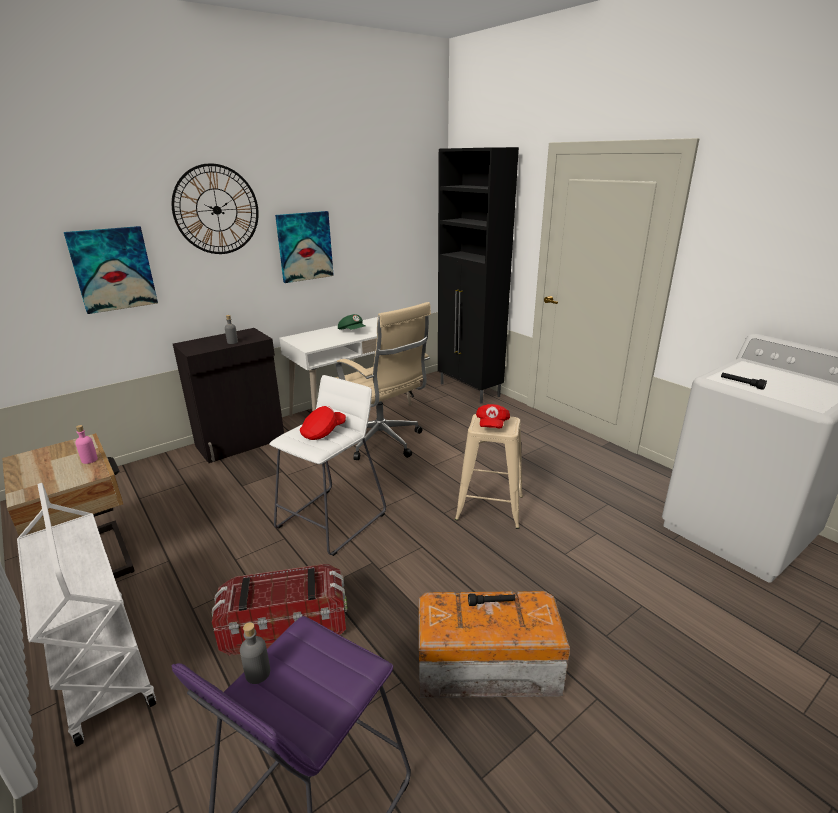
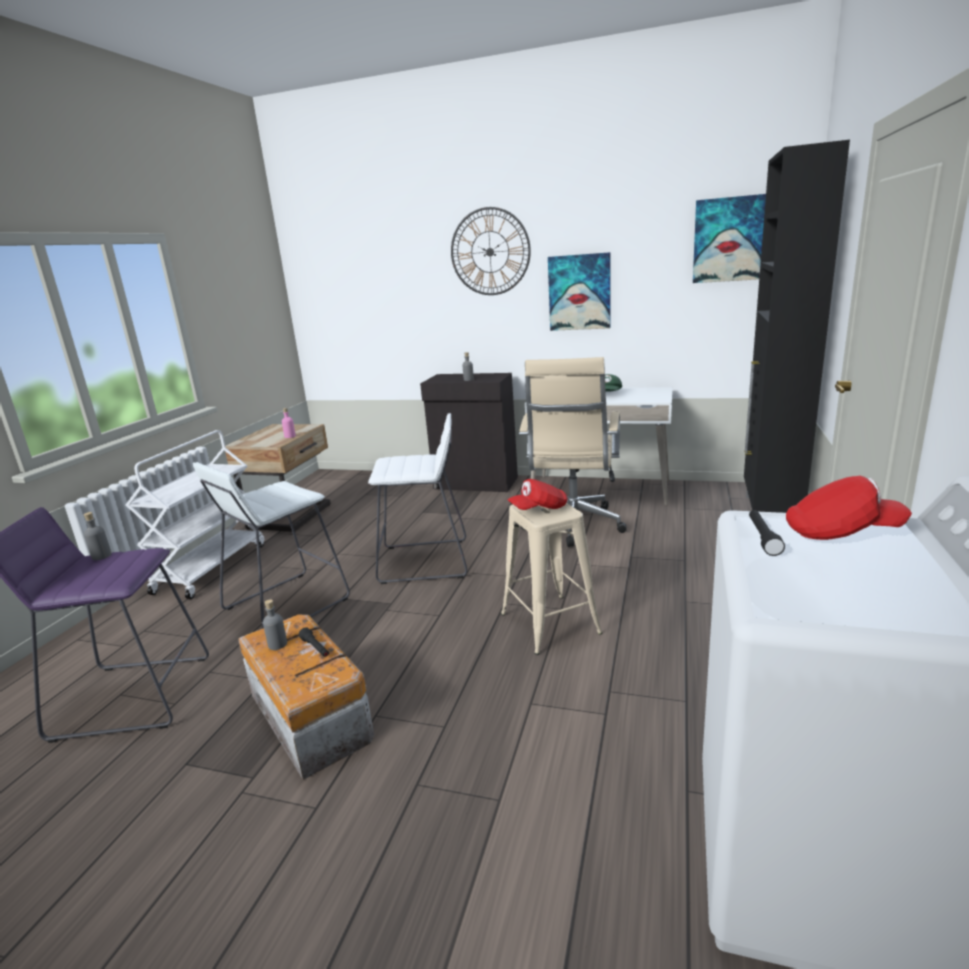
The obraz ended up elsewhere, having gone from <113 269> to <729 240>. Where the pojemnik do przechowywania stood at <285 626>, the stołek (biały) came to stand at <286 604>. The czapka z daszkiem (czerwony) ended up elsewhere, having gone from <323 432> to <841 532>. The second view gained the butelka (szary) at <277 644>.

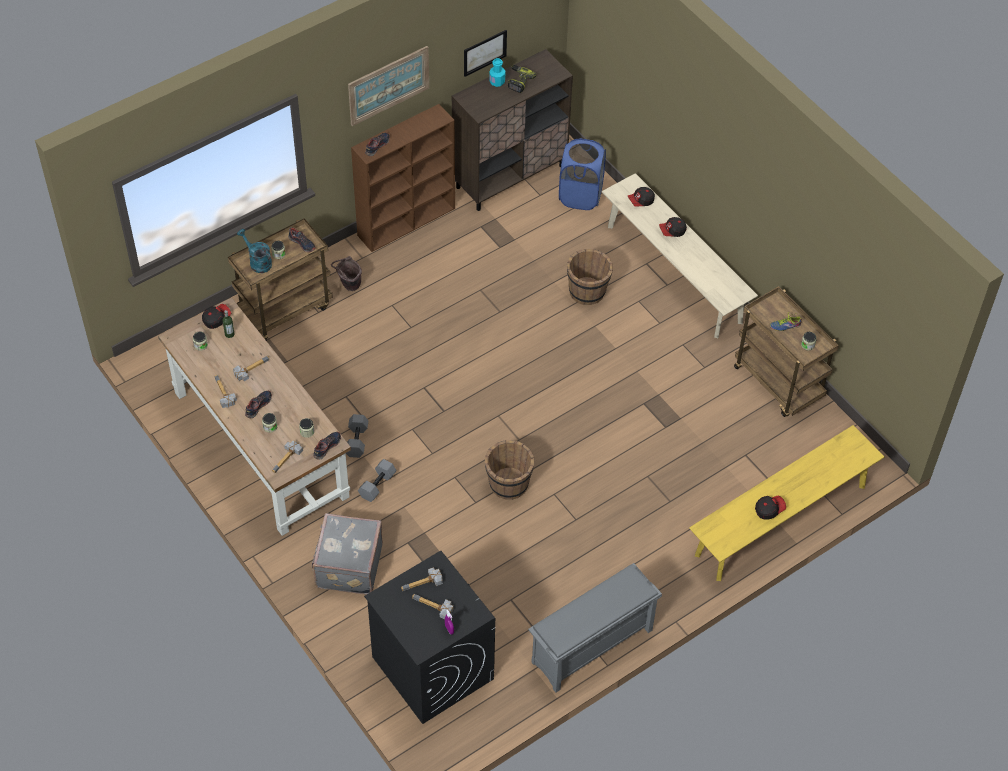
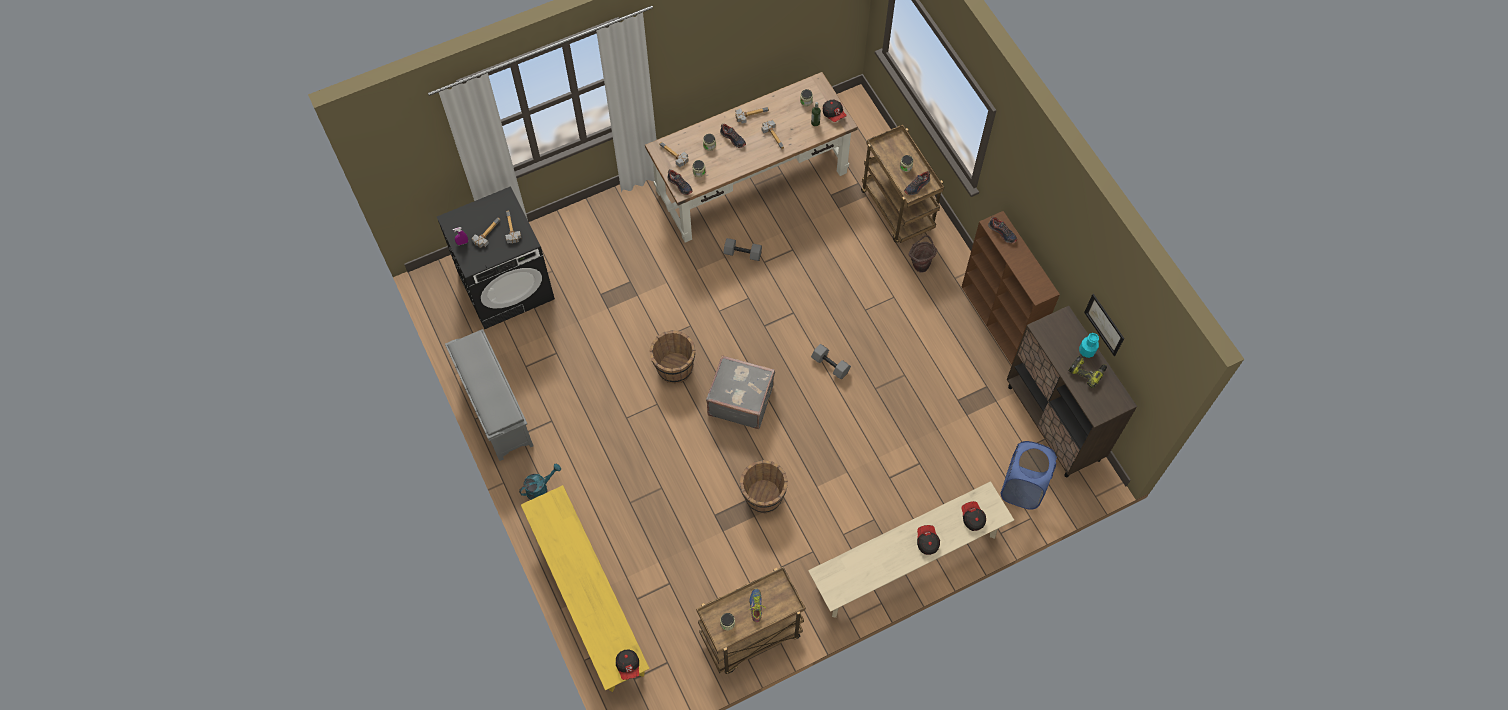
The konewka (turkusowy) ended up elsewhere, having gone from <257 262> to <540 488>. The walizka (szary) ended up elsewhere, having gone from <347 566> to <740 399>. The second view lost the obraz at <388 85>. The hantel (szary) ended up elsewhere, having gone from <377 484> to <831 365>. The wiadro (brązowy) ended up elsewhere, having gone from <587 291> to <763 497>. The czapka z daszkiem ended up elsewhere, having gone from <769 509> to <628 666>.

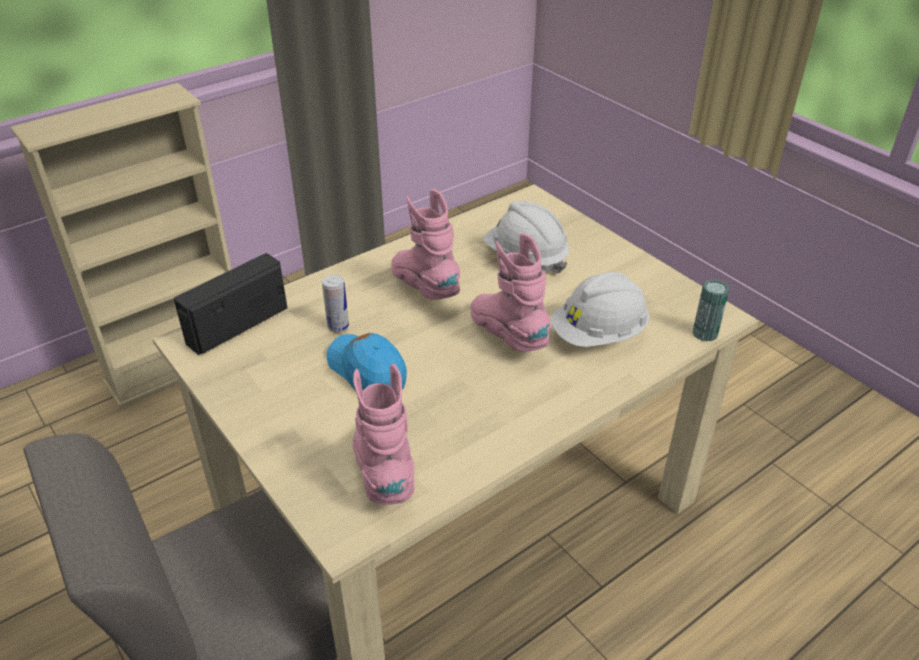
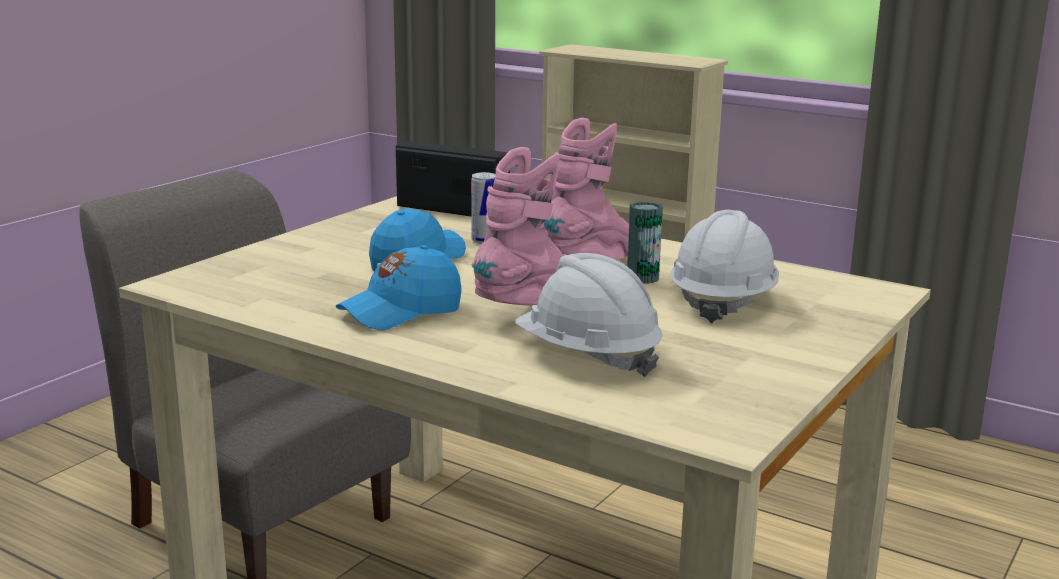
The second view lost the but z cholewką (różowy) at <385 472>. The puszka ended up elsewhere, having gone from <705 333> to <642 278>. The second view gained the czapka z daszkiem (niebieski) at <401 312>.

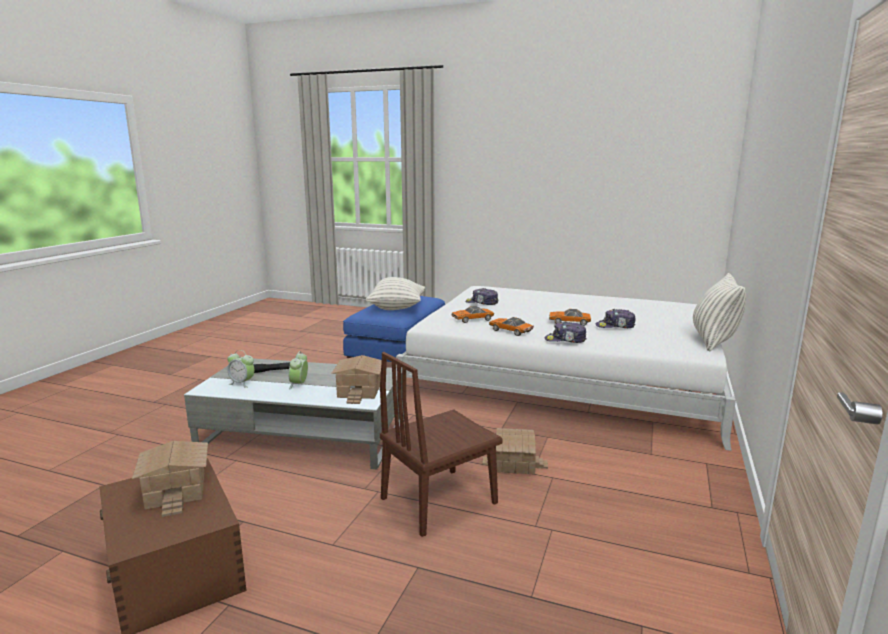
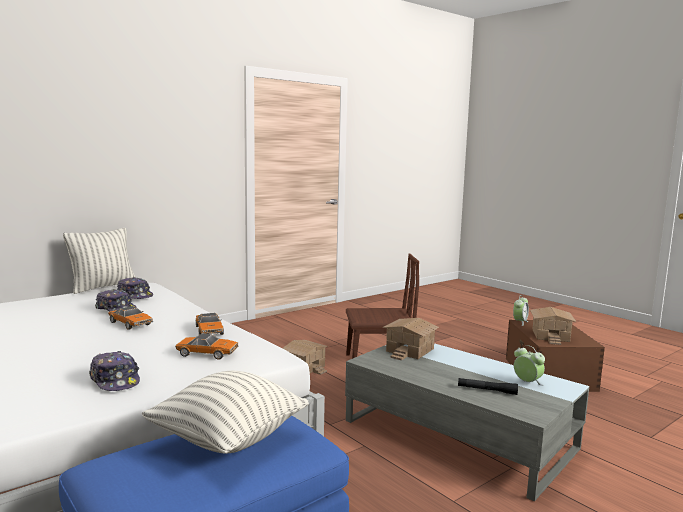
The budzik ended up elsewhere, having gone from <299 385> to <520 322>. The czapka z daszkiem ended up elsewhere, having gone from <565 340> to <135 295>.

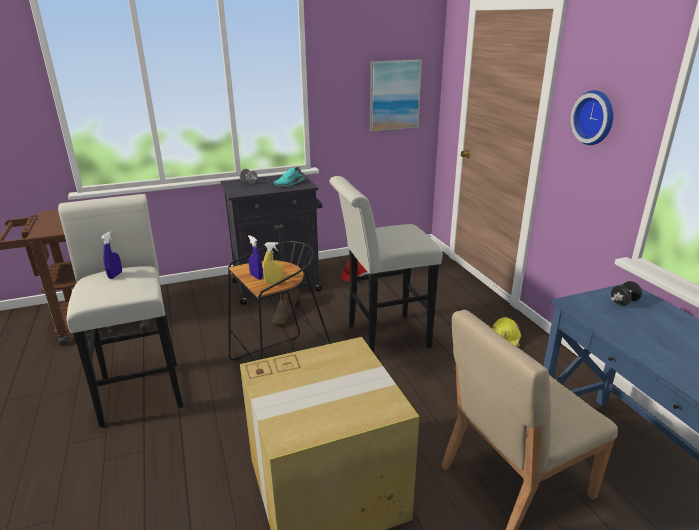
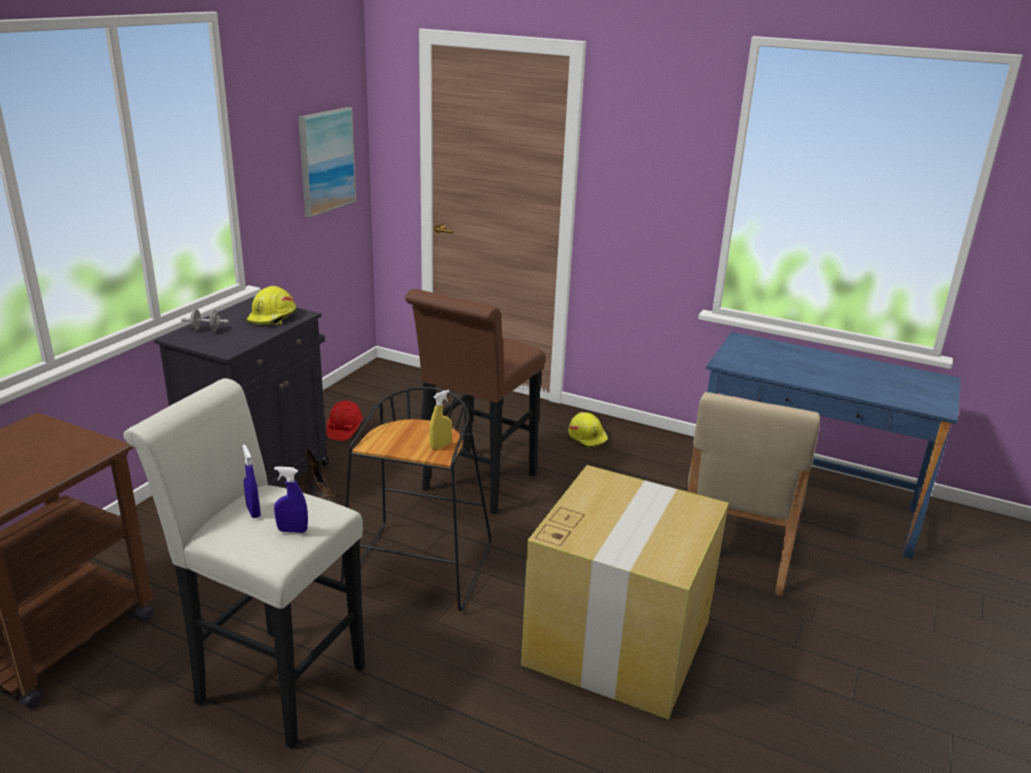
The spryskiwacz (niebieski) ended up elsewhere, having gone from <256 277> to <292 530>. Where the but (turkusowy) stood at <290 184>, the kask (żółty) came to stand at <273 318>. What was the stołek (biały) at <382 337> turned into the stołek (brązowy) at <475 486>. The second view lost the zegar ścienny at <595 117>. The second view lost the hantel (czarny) at <624 302>.

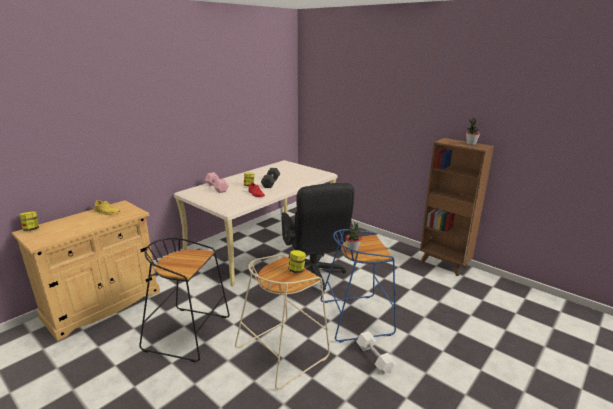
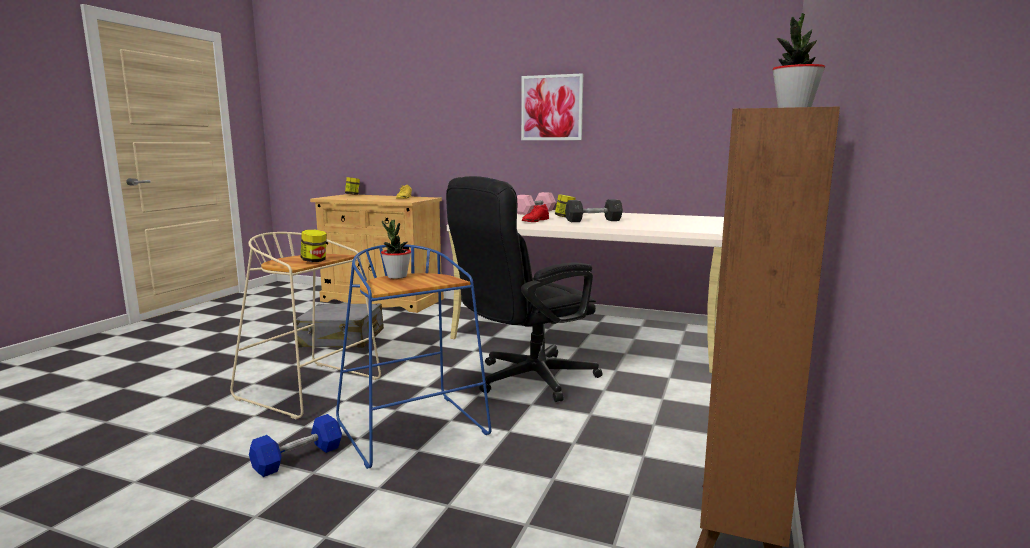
Where the stołek (czarny) stood at <189 333>, the walizka (szary) came to stand at <341 339>. What was the hantel (biały) at <374 358> turned into the hantel (niebieski) at <298 458>. The second view gained the obraz at <552 108>.

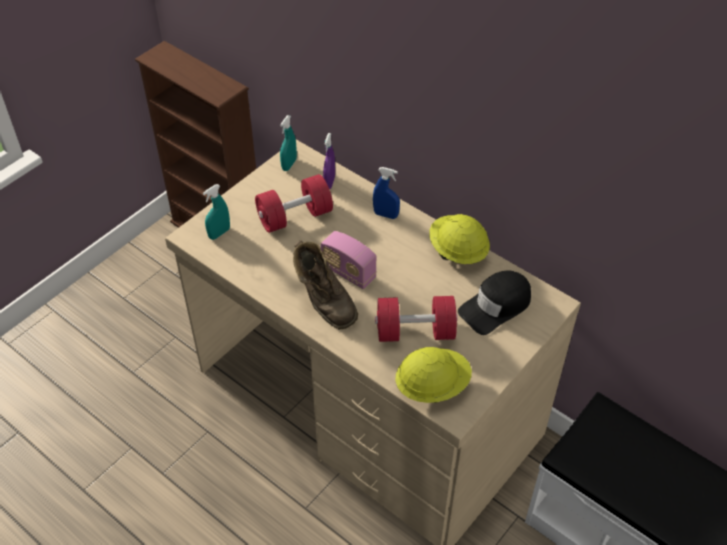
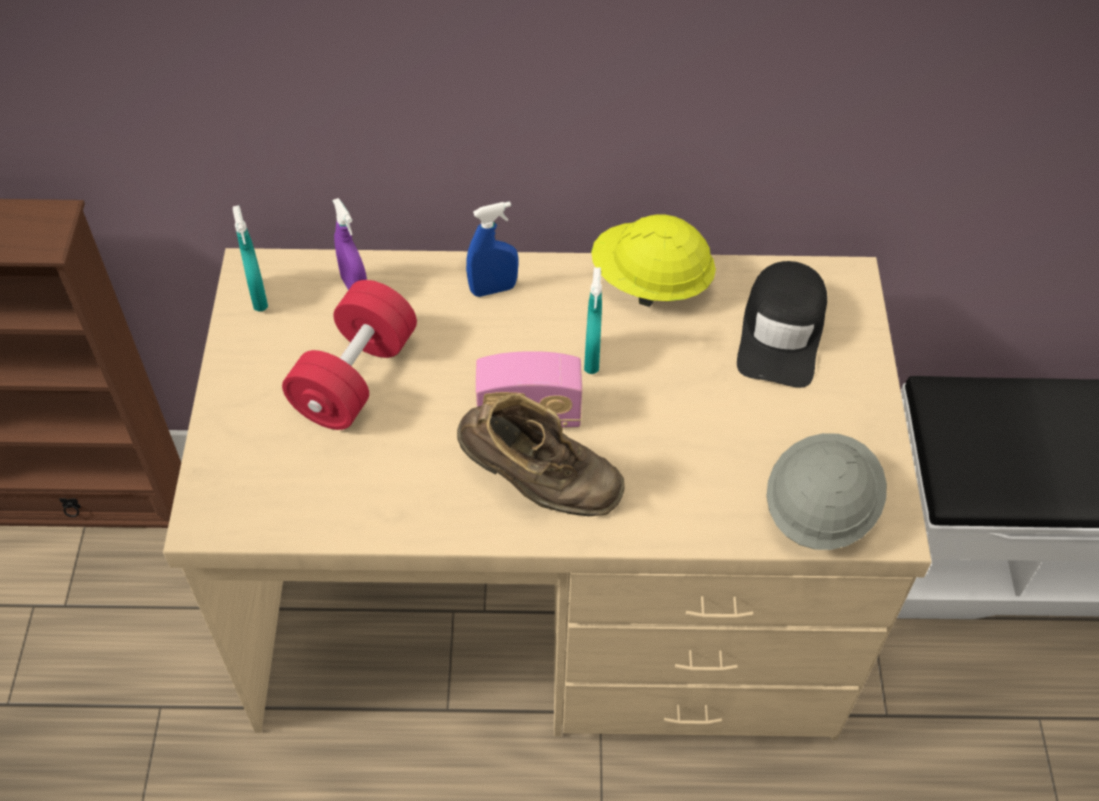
The spryskiwacz (turkusowy) ended up elsewhere, having gone from <219 233> to <592 357>. The second view lost the hantel (czerwony) at <415 332>. What was the kask (żółty) at <432 386> turned into the kask (szary) at <819 509>.

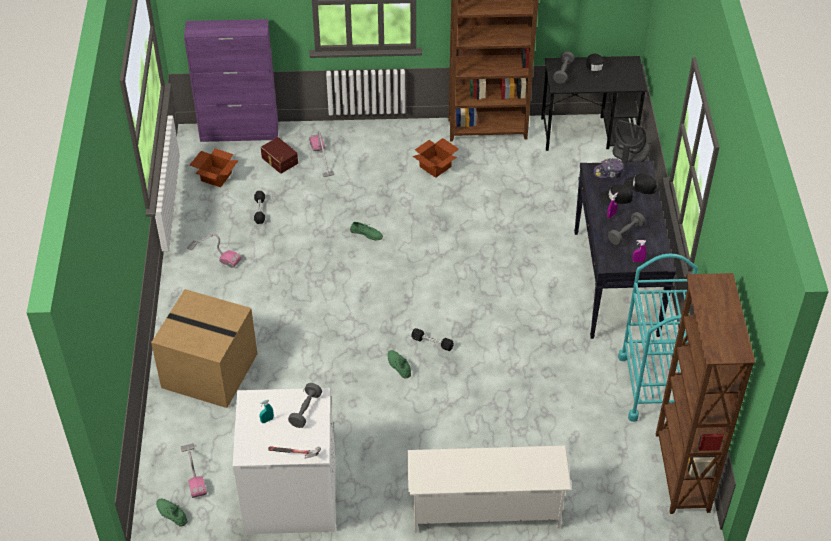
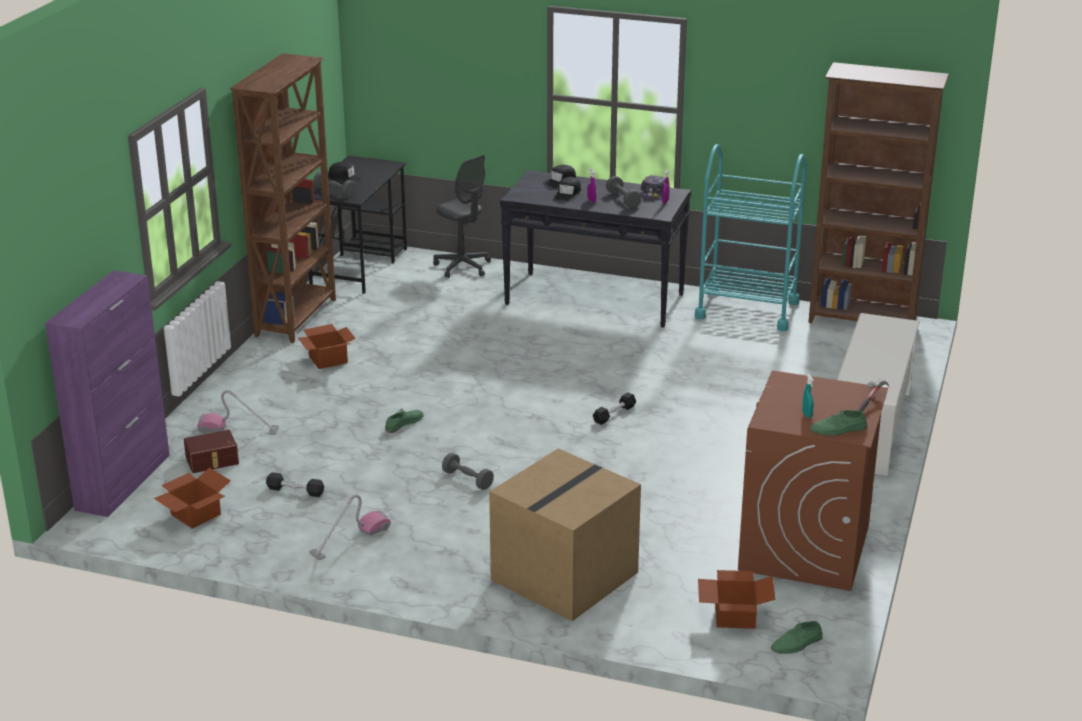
Where the odkurzacz stood at <193 471>, the karton came to stand at <733 615>. What was the pralka (biały) at <290 497> turned into the pralka (brązowy) at <805 548>. The hantel (szary) ended up elsewhere, having gone from <305 410> to <467 479>. The but (zielony) ended up elsewhere, having gone from <398 365> to <838 429>. The czapka z daszkiem ended up elsewhere, having gone from <608 172> to <653 192>.

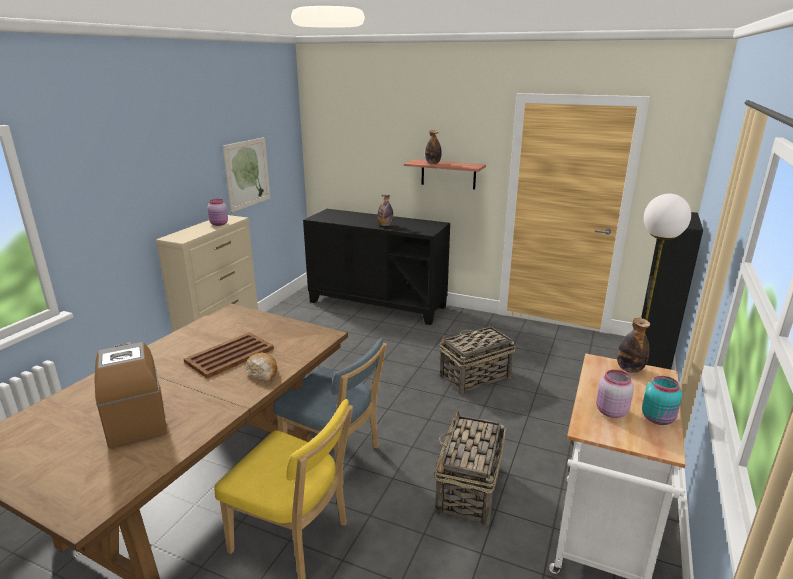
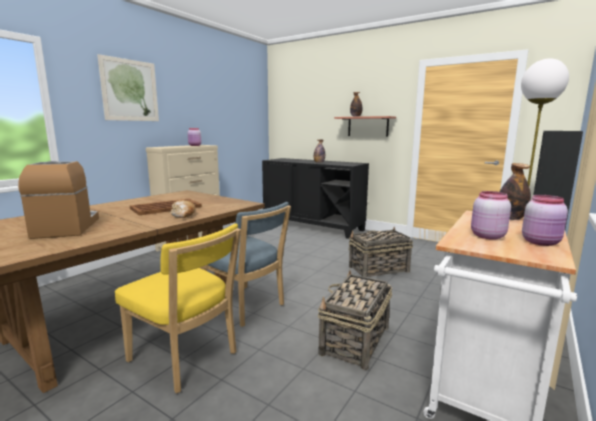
The obraz ended up elsewhere, having gone from <247 173> to <130 90>. What was the słoik (turkusowy) at <658 419> turned into the słoik (różowy) at <541 242>.

